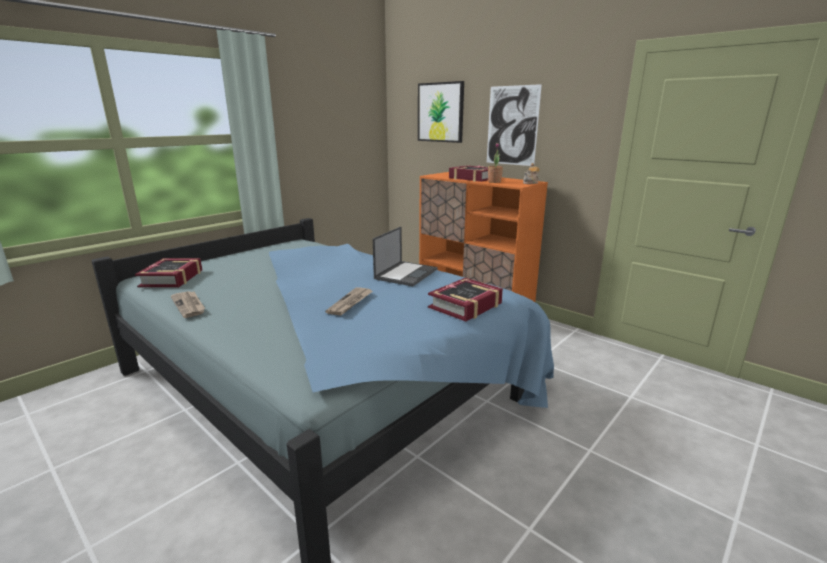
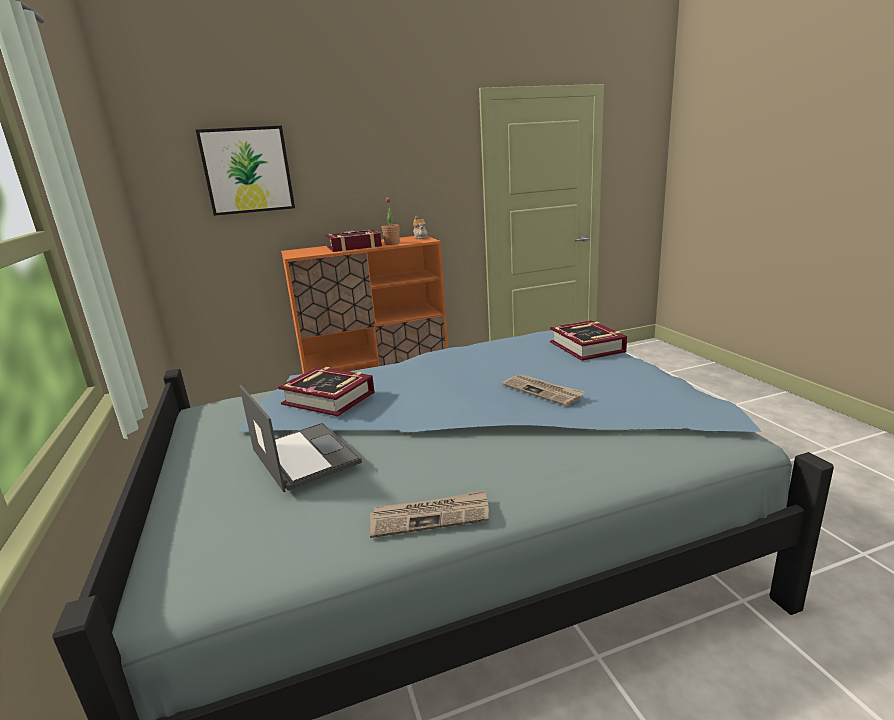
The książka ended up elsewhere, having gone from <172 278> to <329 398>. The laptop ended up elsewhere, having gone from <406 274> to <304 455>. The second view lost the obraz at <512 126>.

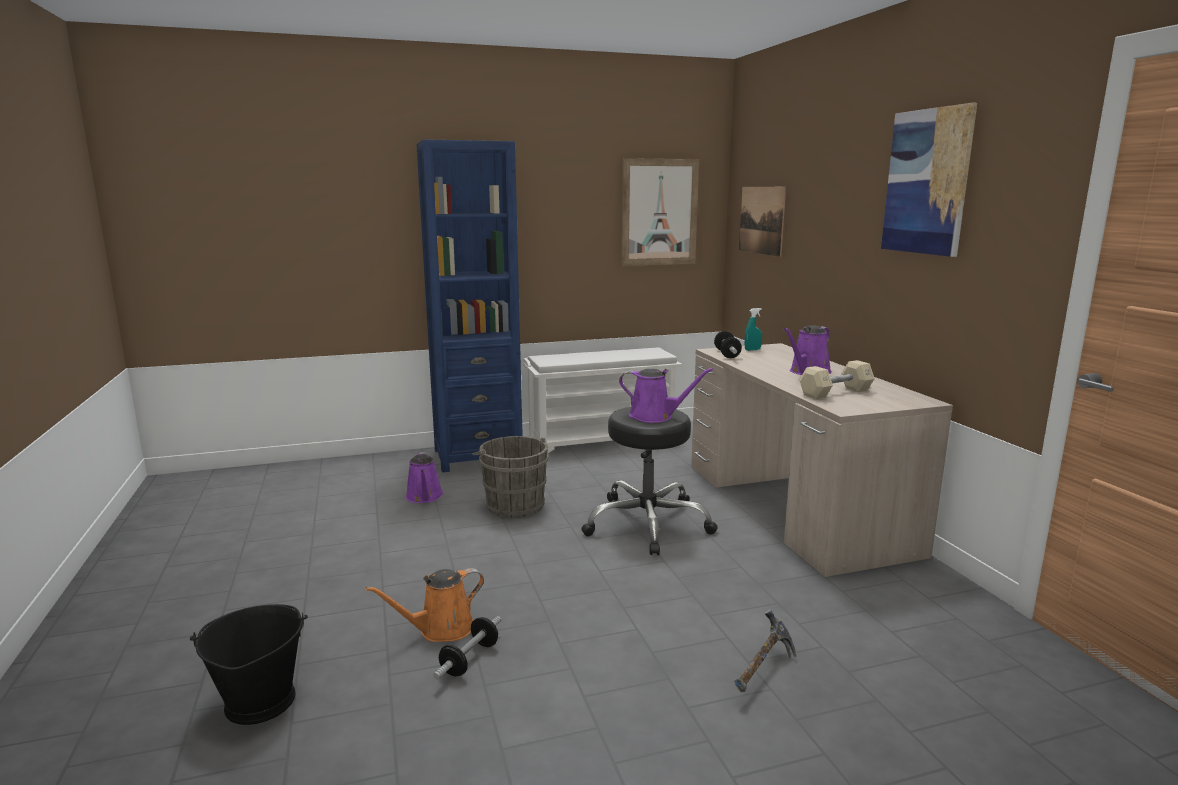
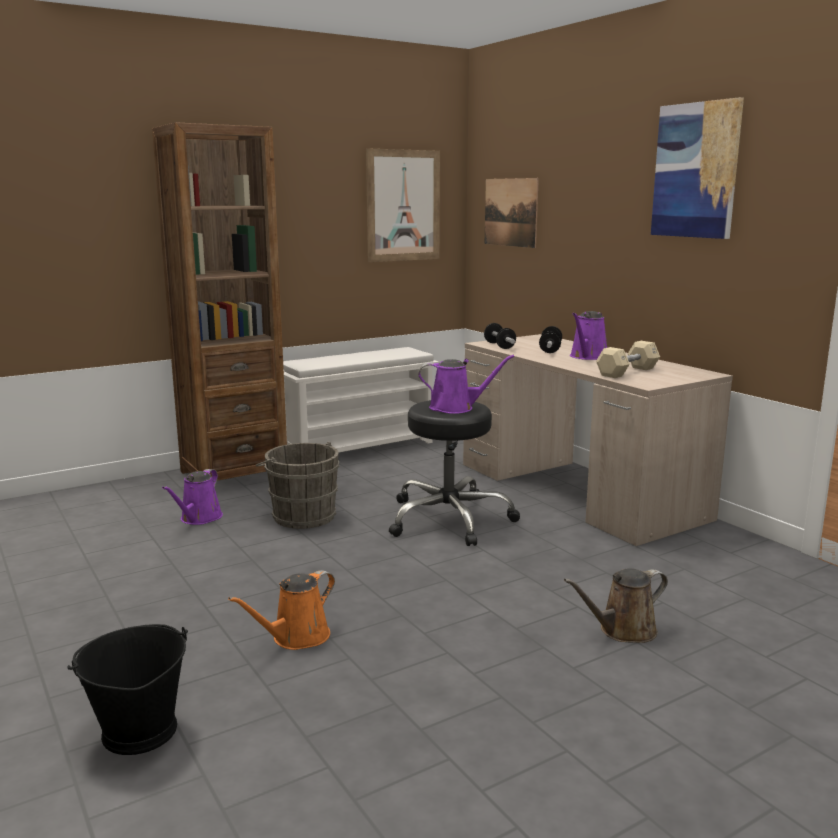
The konewka (fioletowy) at <424 497> ended up facing another way, 45 degrees clockwise from before. What was the regał (niebieski) at <477 456> turned into the regał (brązowy) at <233 474>. The hantel ended up elsewhere, having gone from <469 659> to <550 349>. Where the młotek stood at <761 673>, the konewka (brązowy) came to stand at <623 631>. The second view lost the spryskiwacz (turkusowy) at <752 350>.

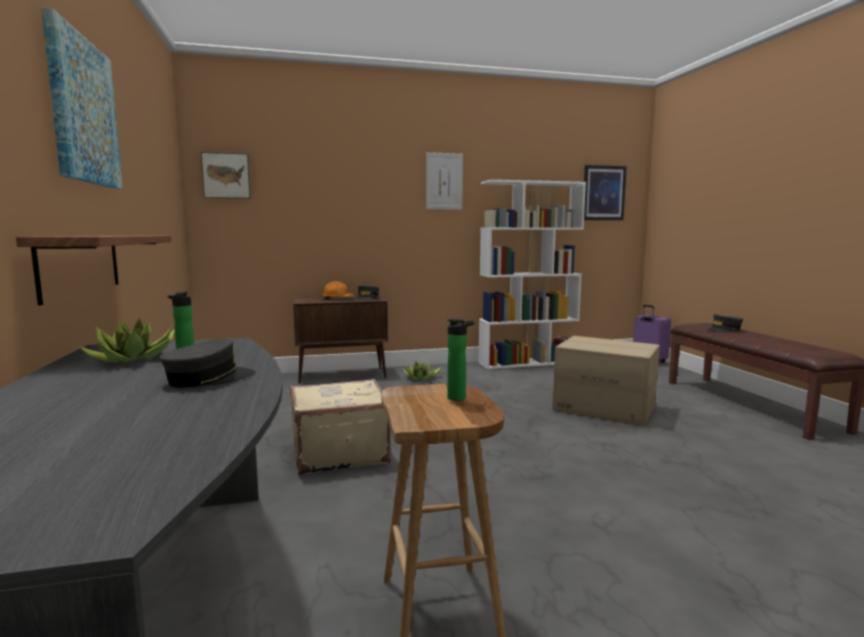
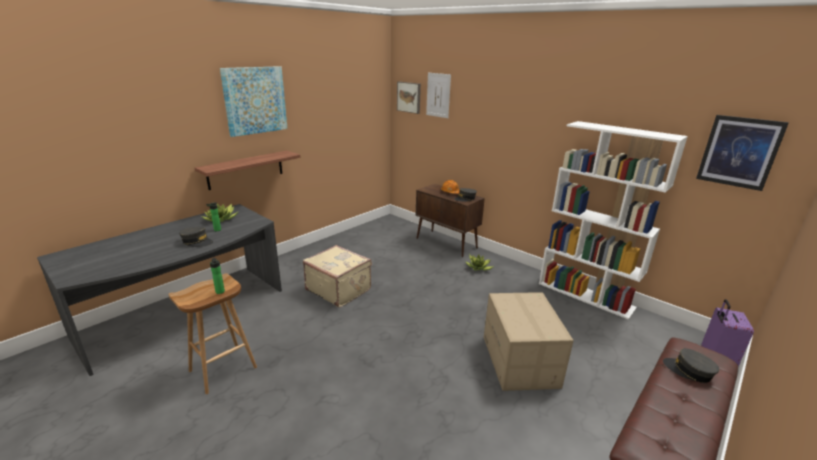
The obraz ended up elsewhere, having gone from <444 181> to <438 95>.

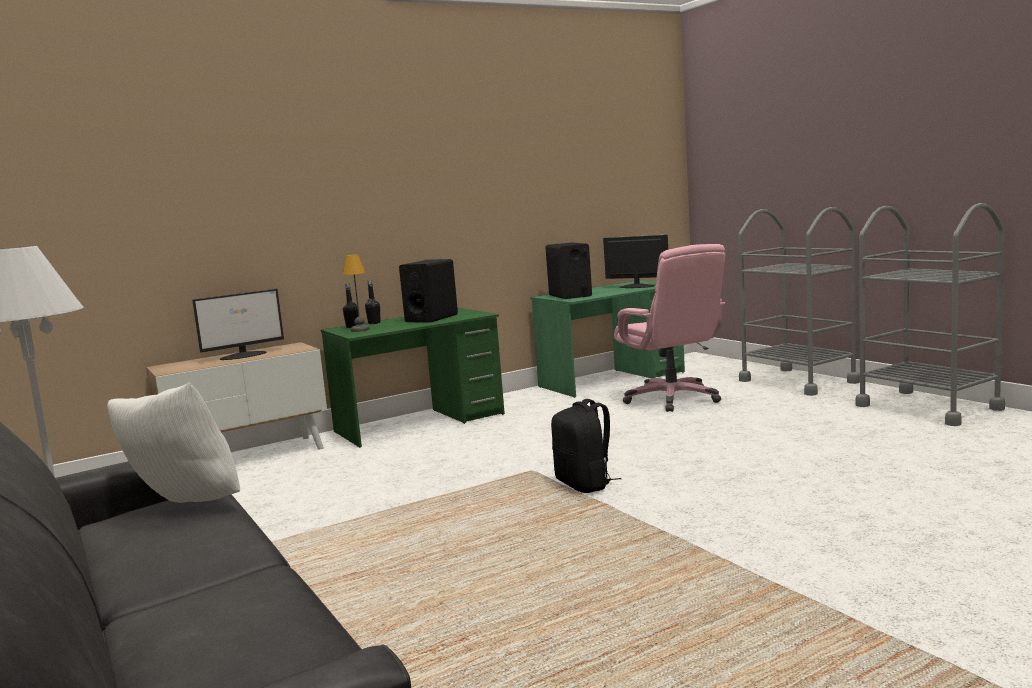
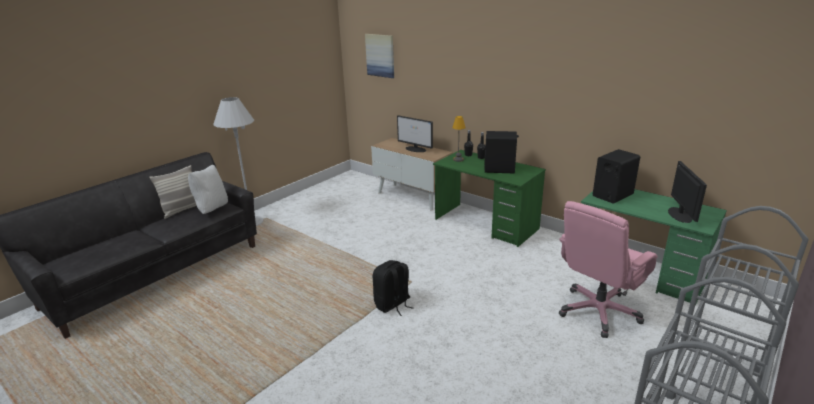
The second view gained the poduszka at <183 209>. The second view gained the obraz at <380 55>.

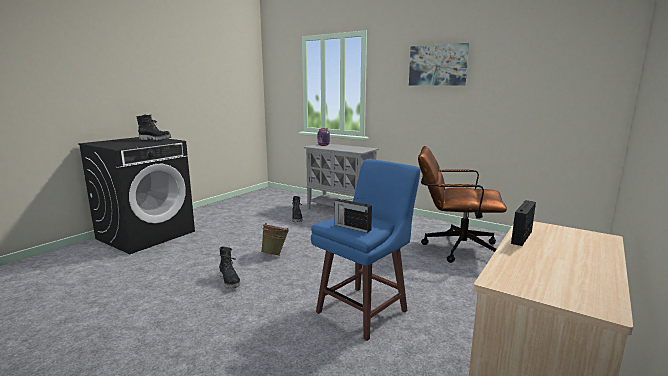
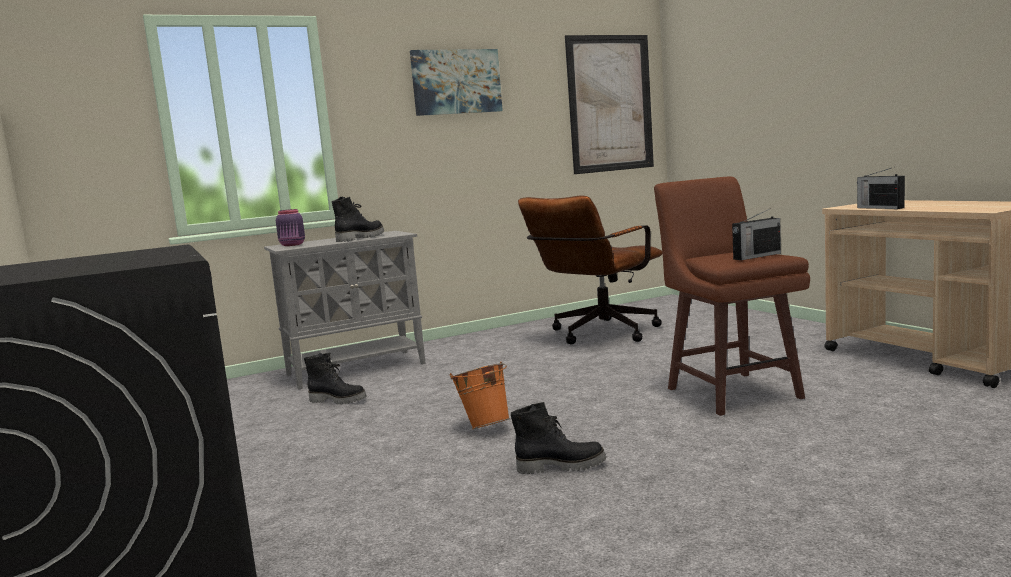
The but z cholewką (czarny) ended up elsewhere, having gone from <155 139> to <360 238>. What was the wiadro (zielony) at <275 254> turned into the wiadro (pomarańczowy) at <485 426>. What was the stołek (niebieski) at <364 311> turned into the stołek (brązowy) at <732 392>. The second view gained the obraz at <610 103>.

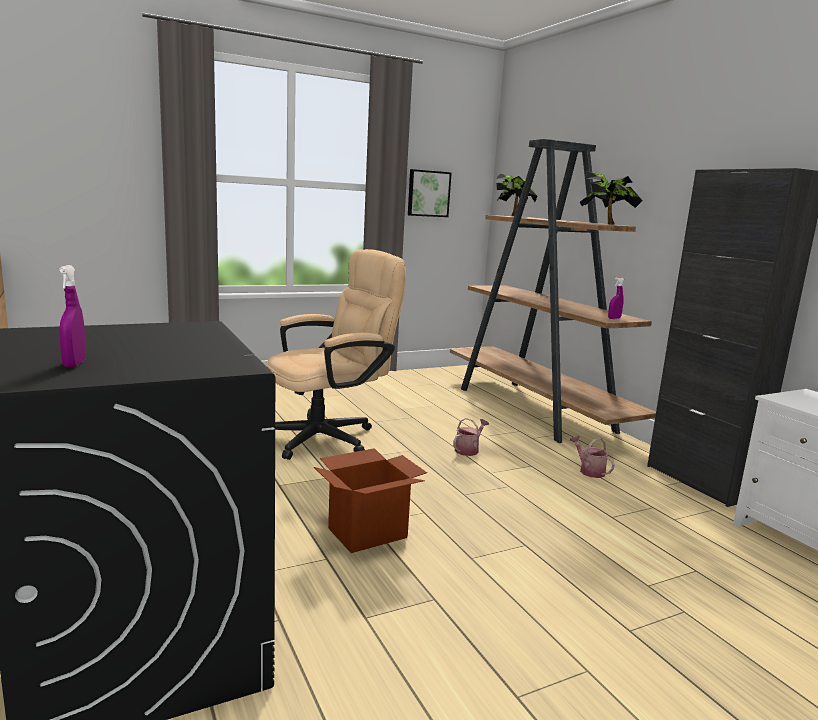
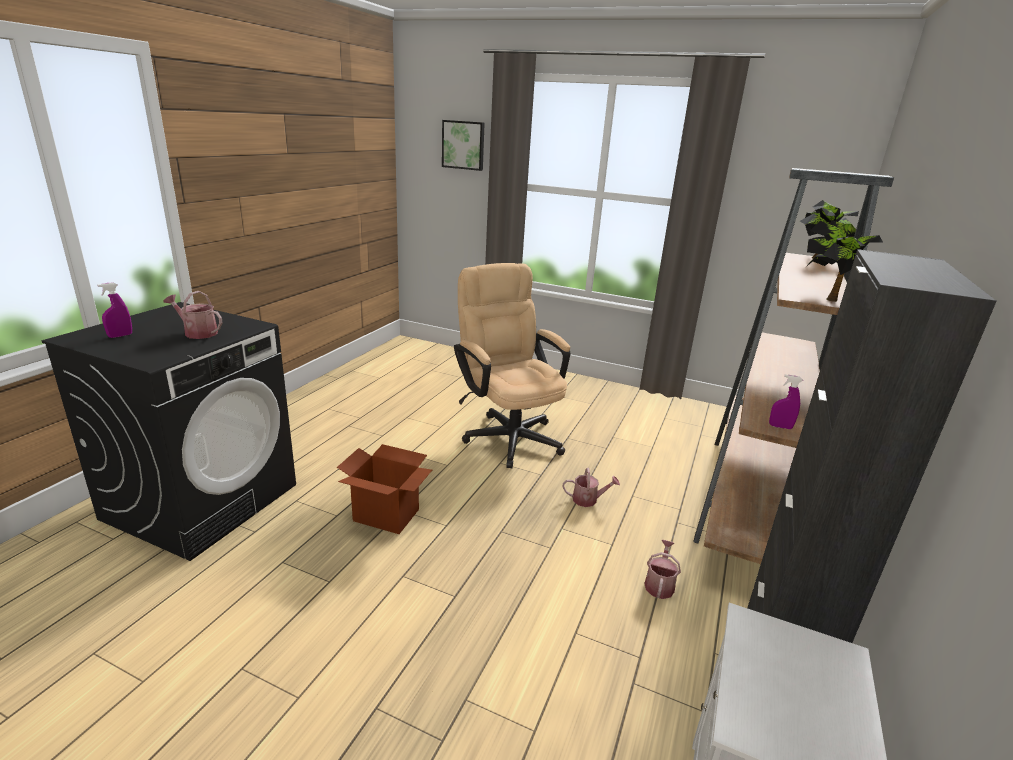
The krzesło biurowe (beżowy) at <329 436> ended up facing another way, 135 degrees counterclockwise from before. The obraz ended up elsewhere, having gone from <428 193> to <463 145>. The second view gained the konewka at <197 332>.

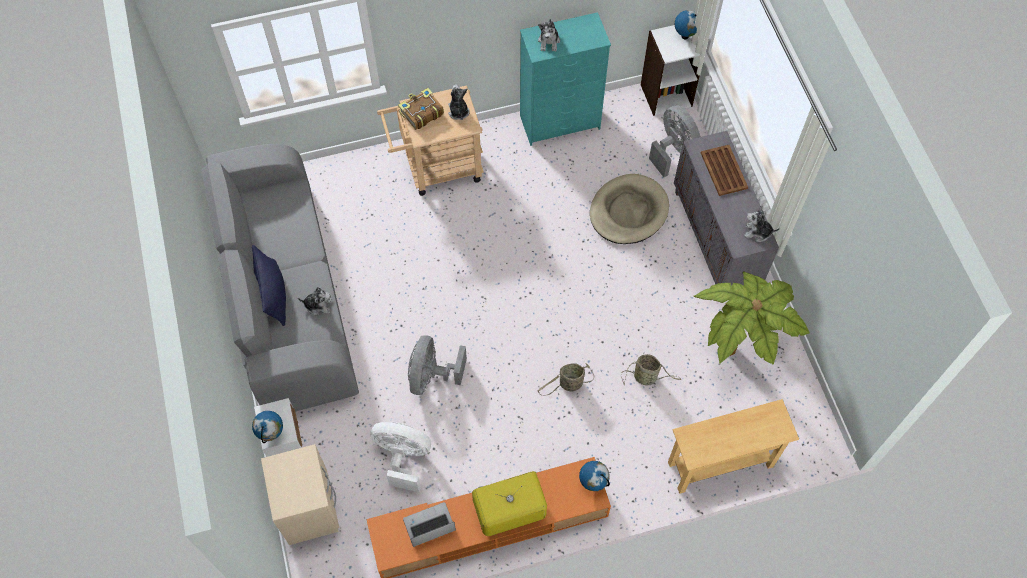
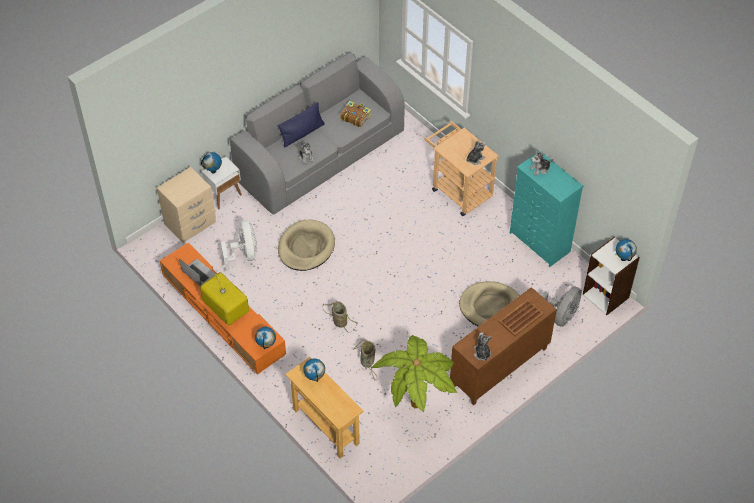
The książka ended up elsewhere, having gone from <421 113> to <355 117>. Where the wentylator (szary) stood at <432 376>, the legowisko (beżowy) came to stand at <306 247>. What was the szafka (szary) at <716 240> turned into the szafka (brązowy) at <499 367>. The second view gained the globus at <315 378>.

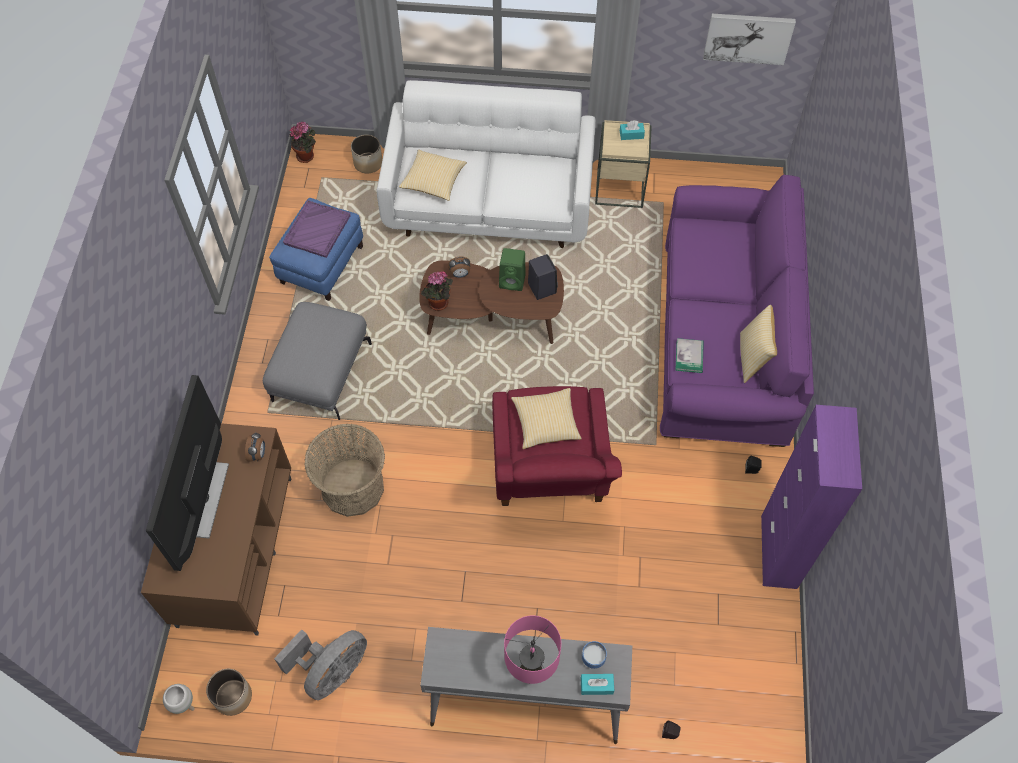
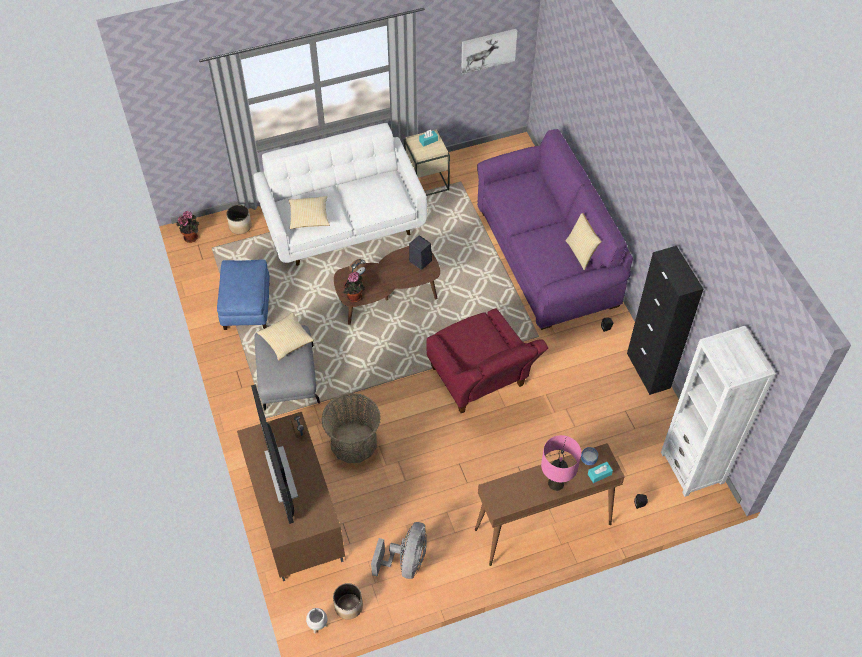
The second view lost the taca (fioletowy) at <316 230>. What was the stolik konsolowy (szary) at <524 705> turned into the stolik konsolowy (brązowy) at <542 527>. The second view lost the głośnik (zielony) at <513 281>. The poduszka ended up elsewhere, having gone from <546 423> to <286 341>. The second view lost the książka at <689 356>. What was the szafka (fioletowy) at <778 552> turned into the szafka (czarny) at <648 370>. The second view gained the regał (biały) at <692 467>.

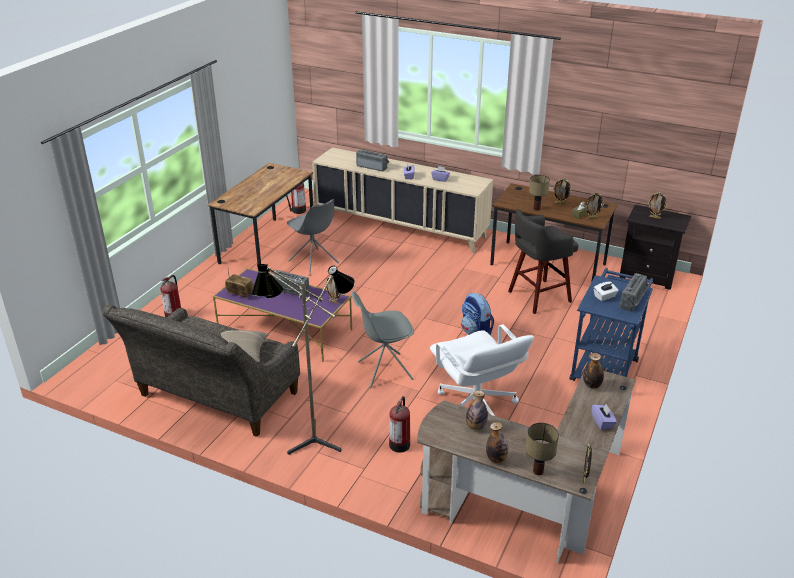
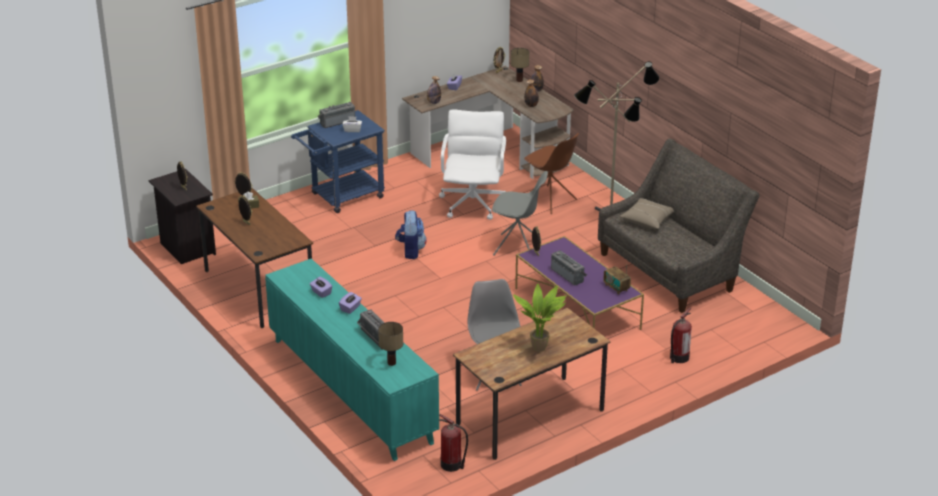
What was the szafka (beżowy) at <400 226> turned into the szafka (turkusowy) at <351 391>. Where the gaśnica stood at <400 444>, the krzesło (brązowy) came to stand at <550 200>. The second view lost the stołek (szary) at <537 297>. The lampa stołowa ended up elsewhere, having gone from <536 209> to <392 363>. The second view gained the roślina doniczkowa at <540 347>.

